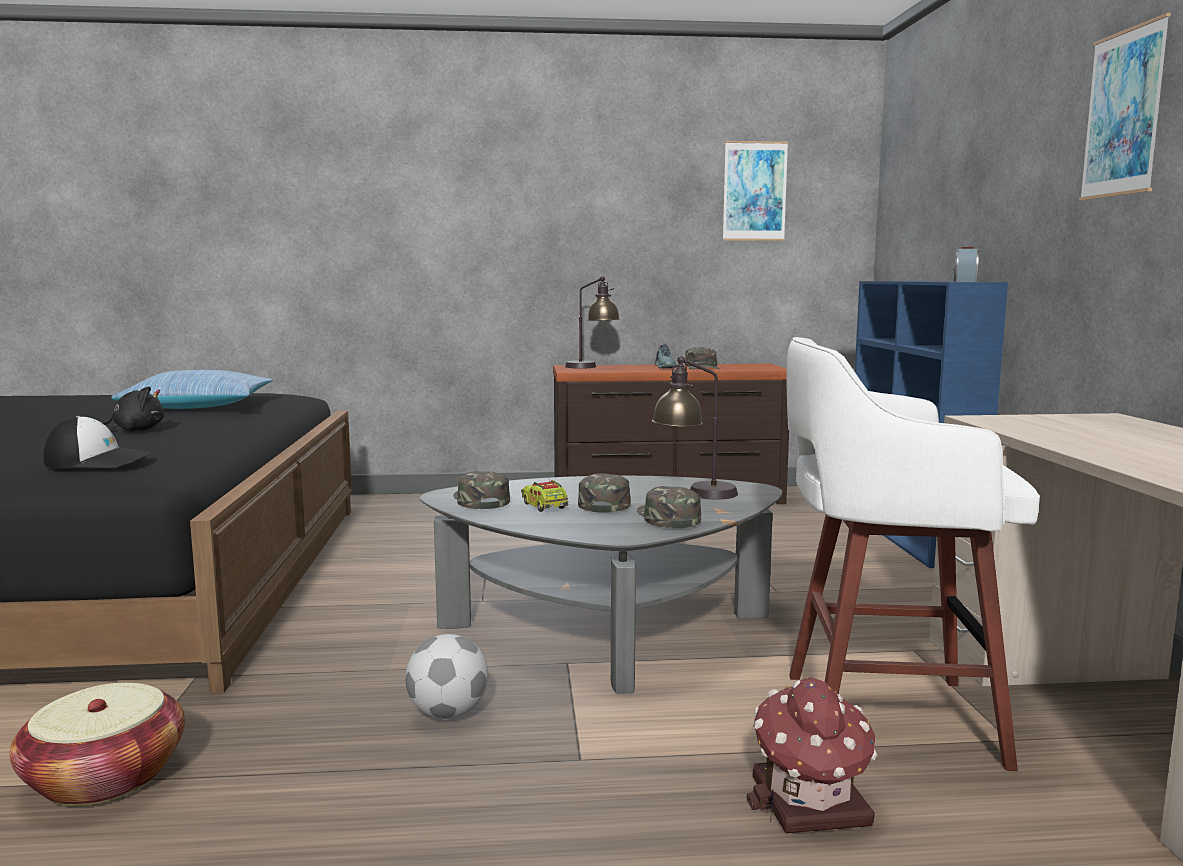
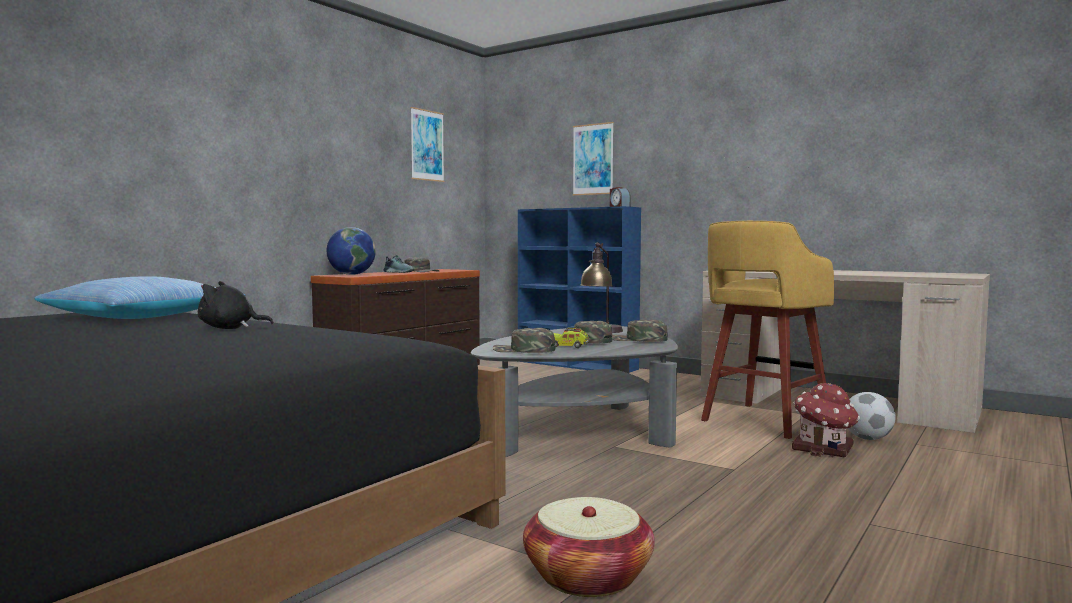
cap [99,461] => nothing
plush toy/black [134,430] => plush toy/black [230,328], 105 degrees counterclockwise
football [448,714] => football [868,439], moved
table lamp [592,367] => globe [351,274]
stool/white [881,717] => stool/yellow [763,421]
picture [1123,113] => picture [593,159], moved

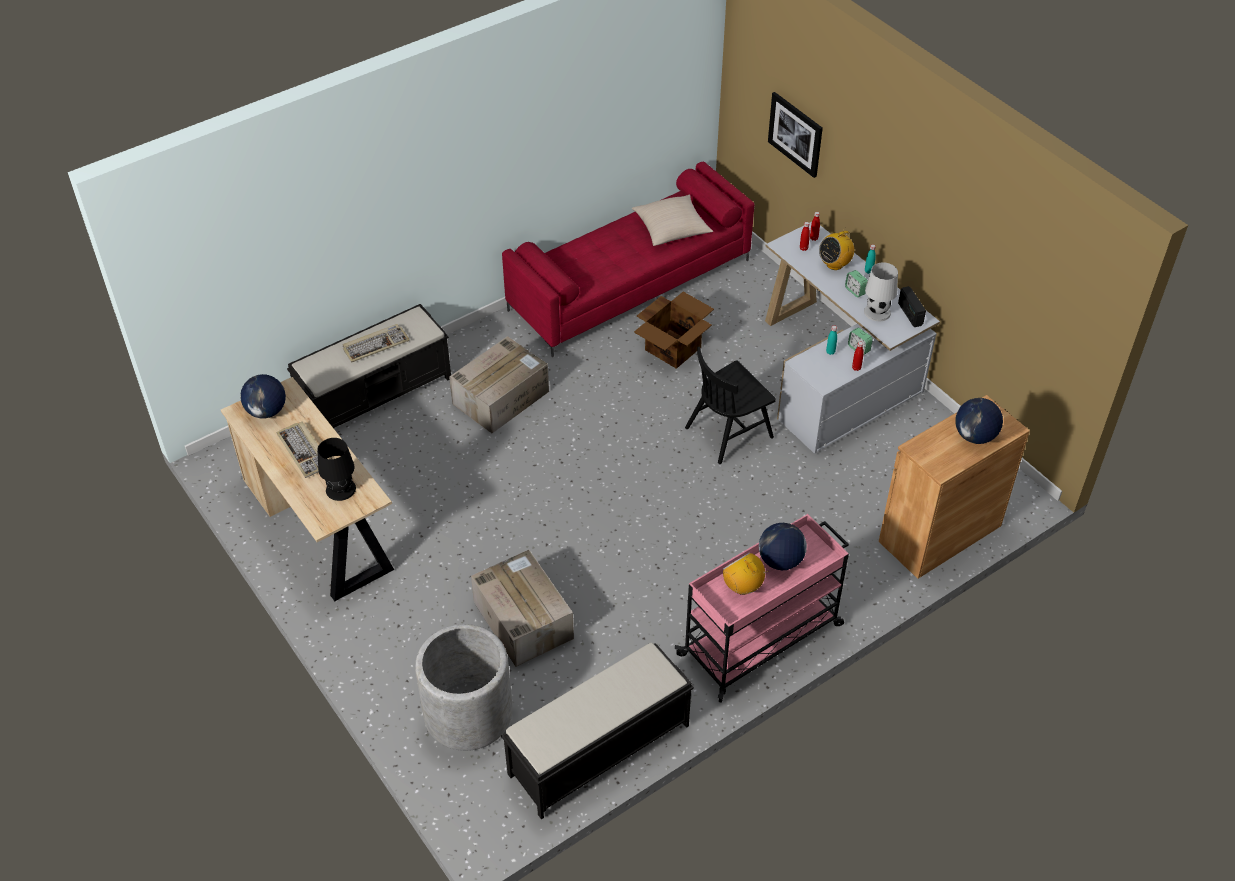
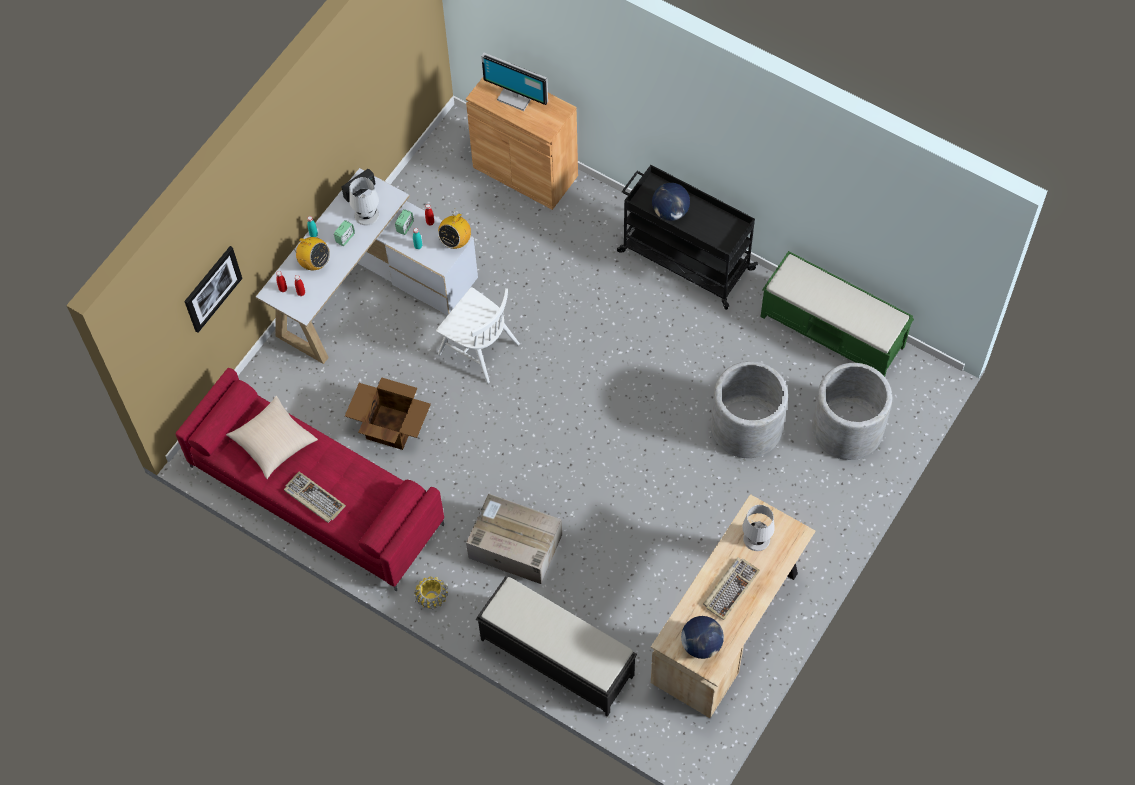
table lamp/black [340,489] => table lamp/white [756,539]
keyboard [376,344] => keyboard [313,498], moved
cardboard box [522,619] => planter/grey [746,427]
bench/black [598,750] => bench/green [833,332]
cart/pink [762,639] => cart/black [684,259]
chair/black [729,432] => chair/white [478,348]
radio [743,586] => radio [455,241], moved
globe [975,436] => monitor [516,96]
nothing => planter/yellow [432,597]

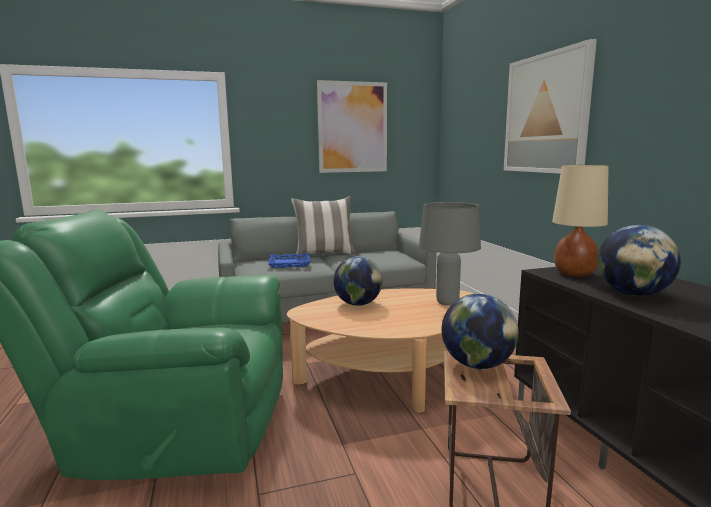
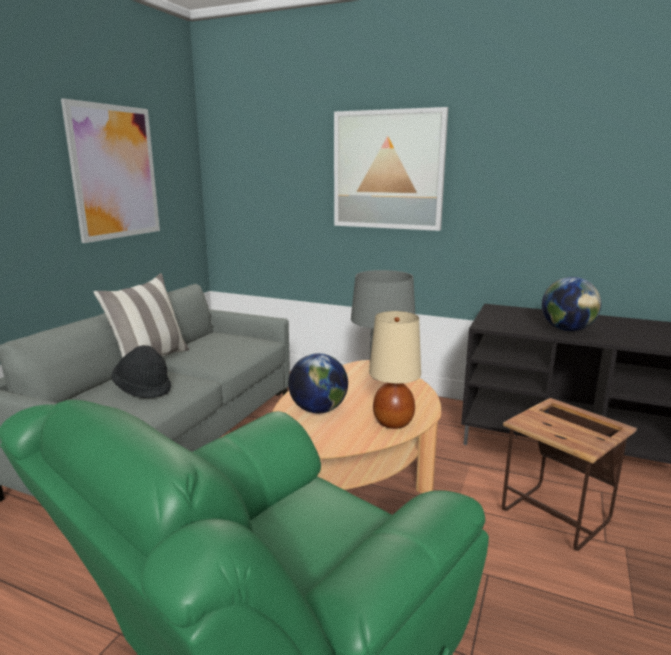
tray/blue [289,264] => hat/black [143,389]
globe [477,364] => nothing
table lamp/beige [575,274] => table lamp/beige [393,422], moved

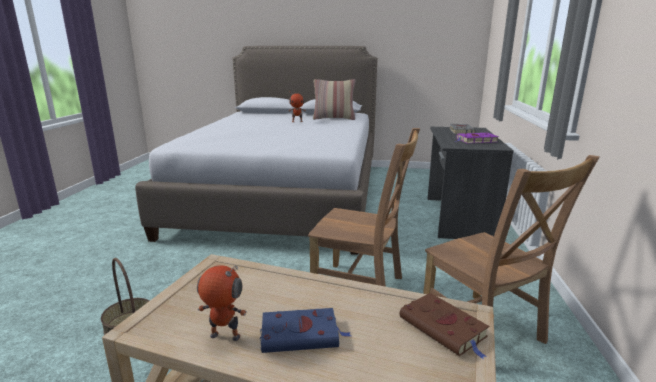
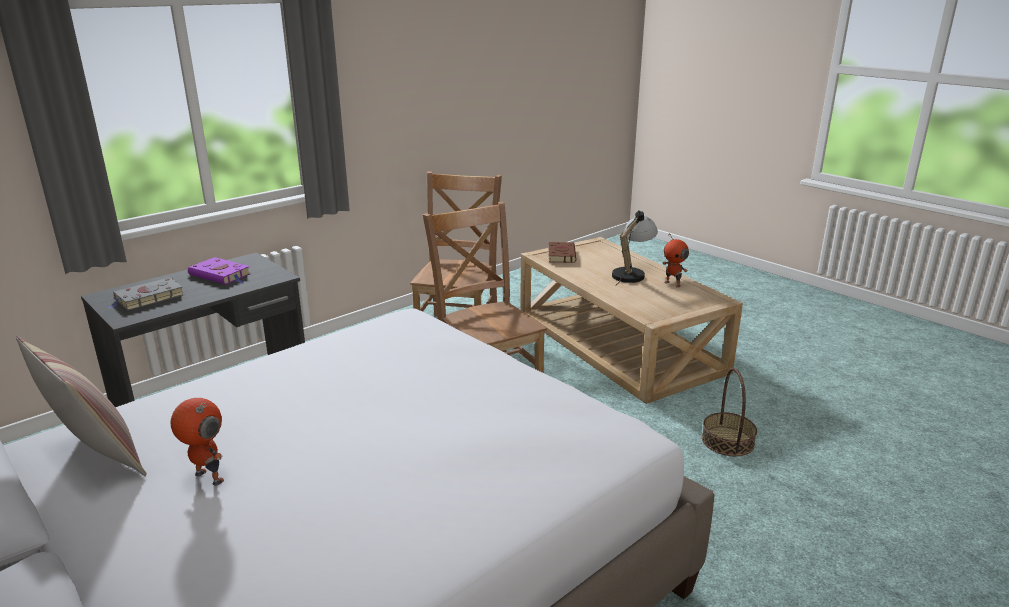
book/blue [302,334] => table lamp [631,273]

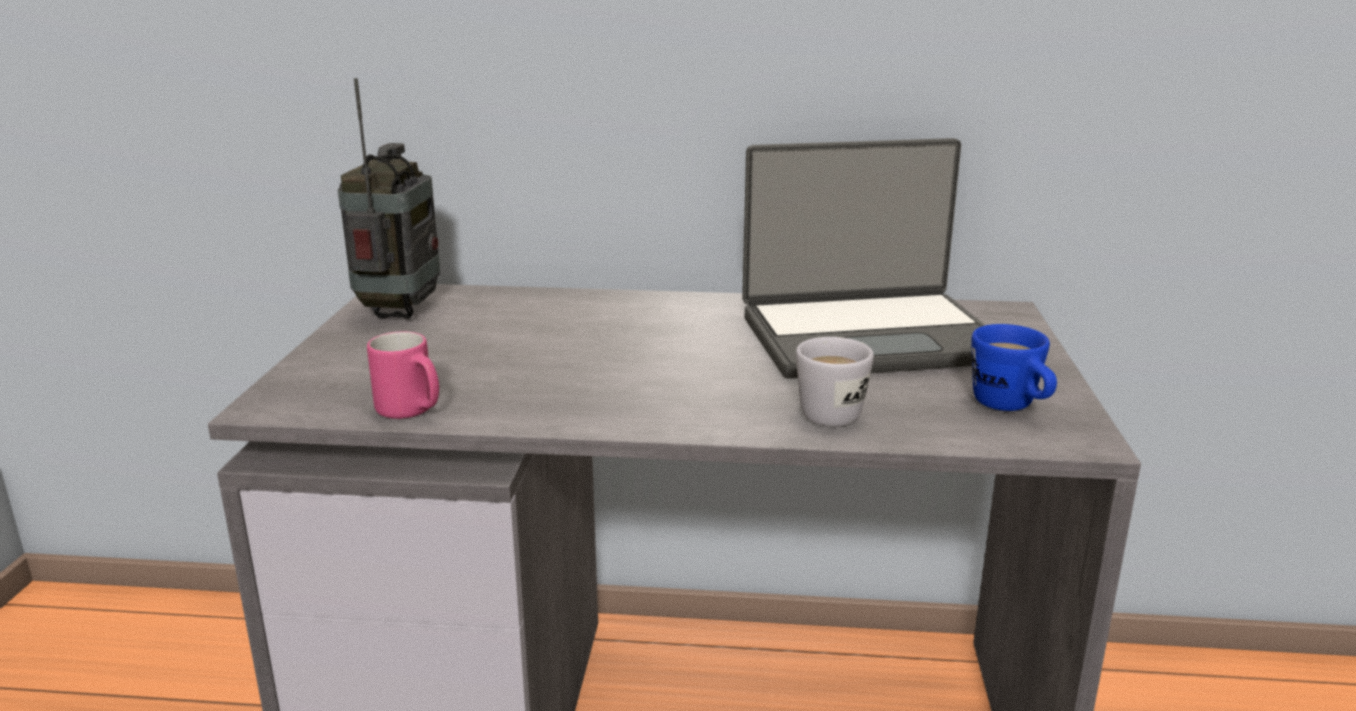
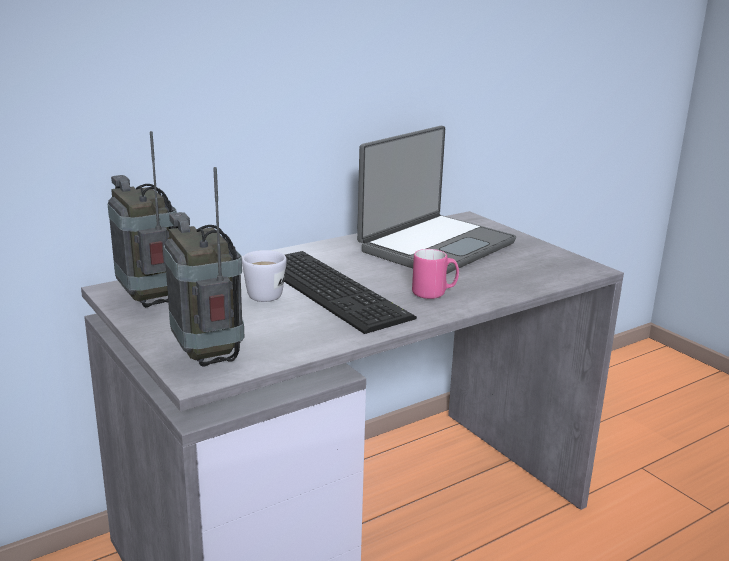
mug/pink [411,412] => mug/pink [434,293], moved
mug/white [832,411] => mug/white [262,294], moved
mug/blue [1011,408] => nothing
nothing => radio [208,356]
nothing => keyboard [333,288]

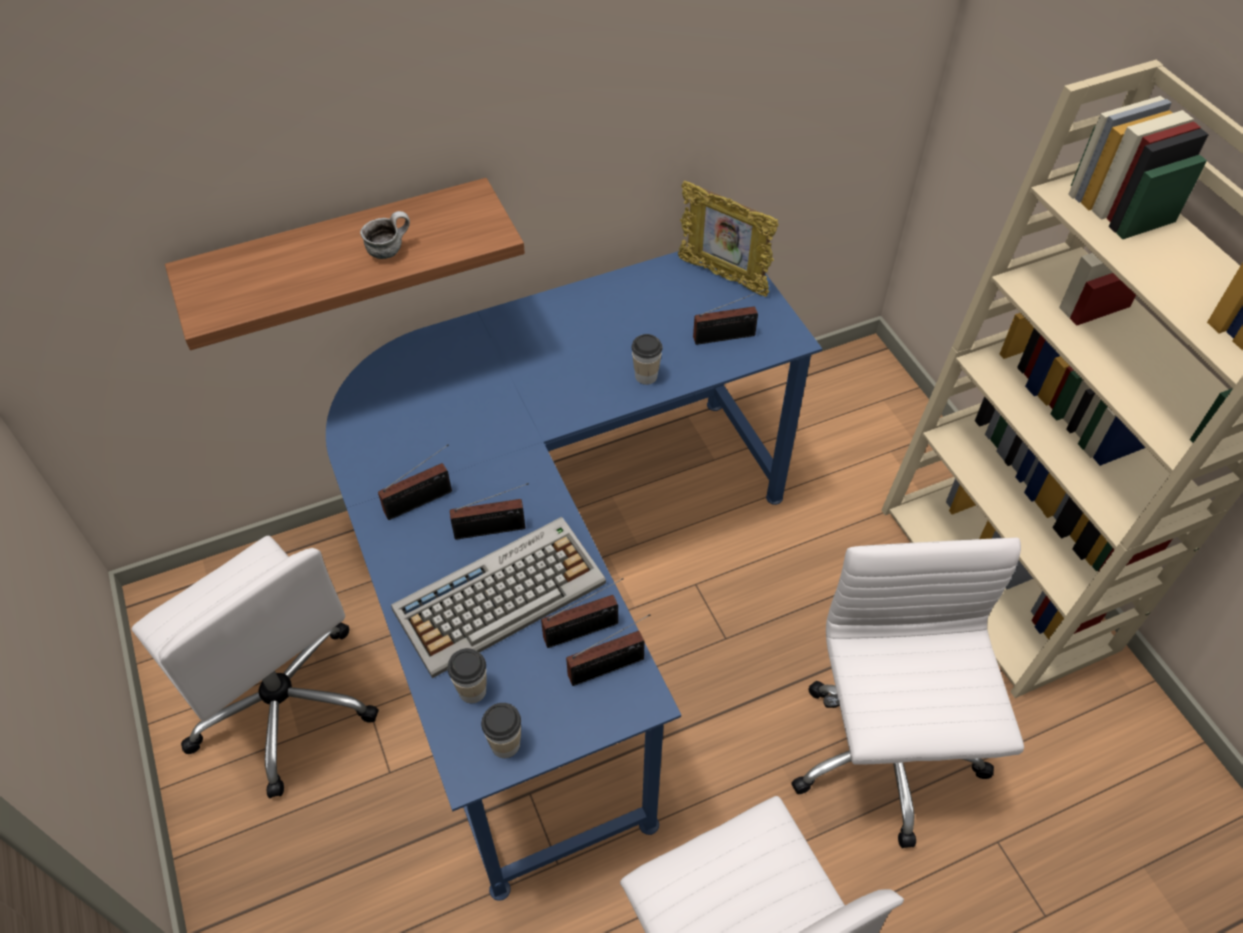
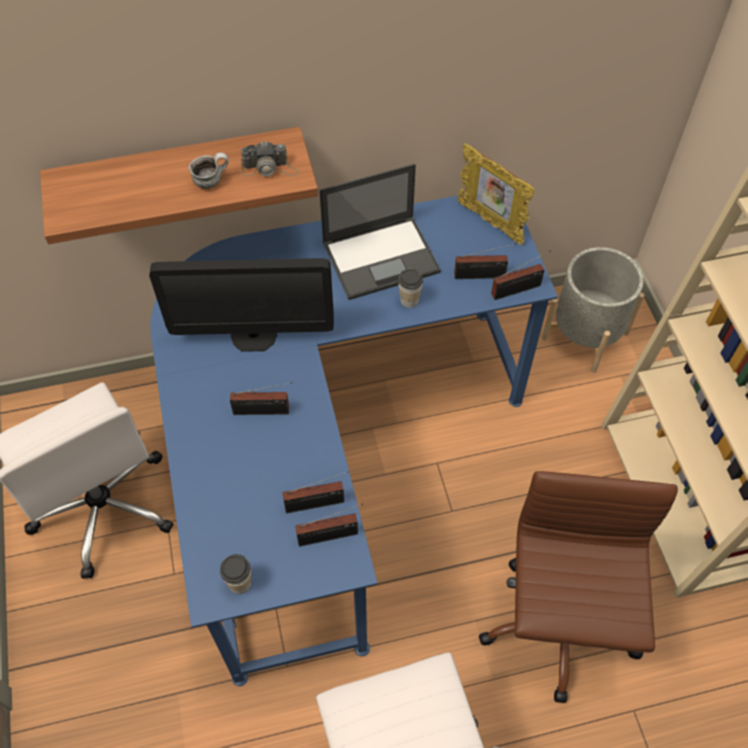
radio [422,501] => radio [519,289], moved
keyboard [501,595] => nothing
cup [472,690] => nothing
office chair/white [885,758] => office chair/brown [558,628]
nothing => monitor [254,335]
nothing => photo camera [270,168]
nothing => laptop [382,257]
nothing => planter/grey [585,335]

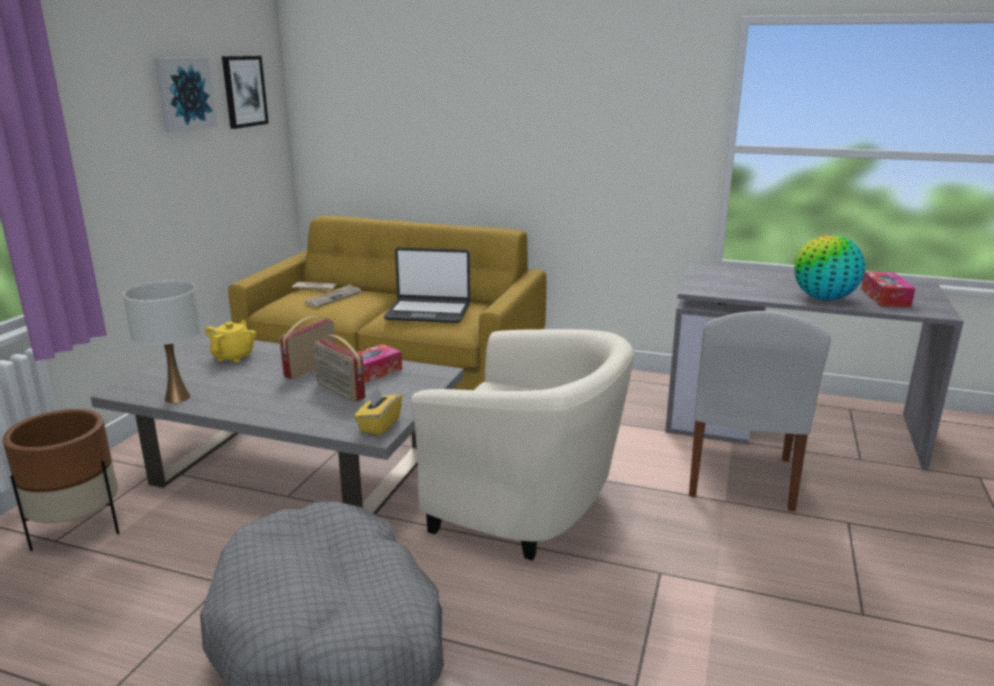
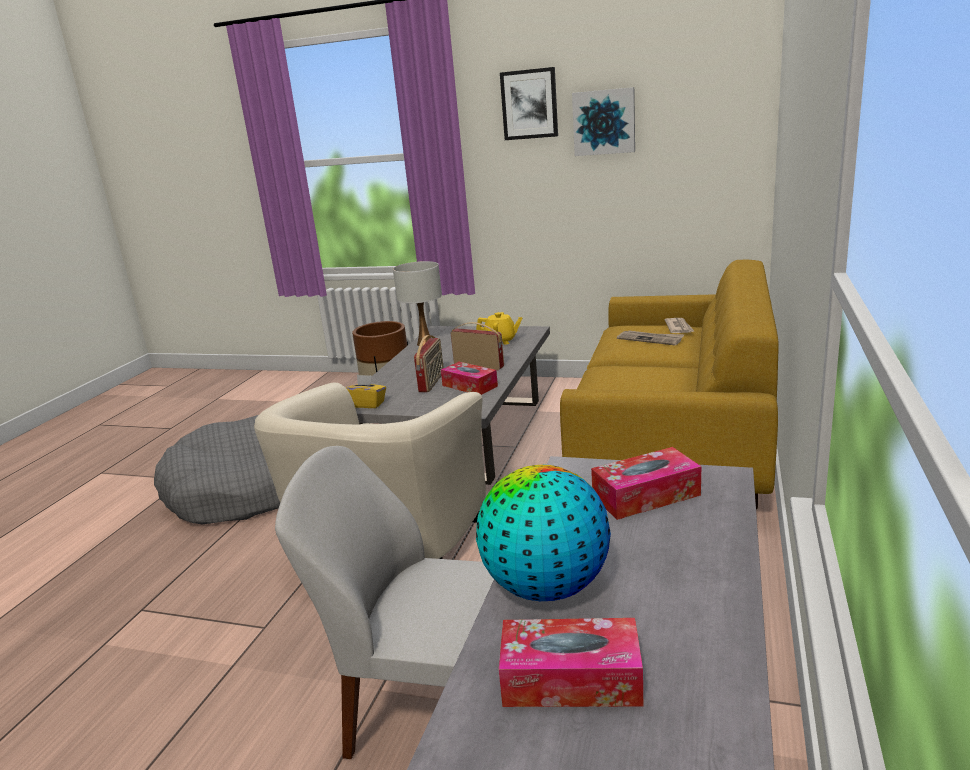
picture [244,91] => picture [529,104], moved
radio [339,391] => radio [432,382], 150 degrees clockwise
laptop [428,312] => nothing
nothing => tissue box [646,496]

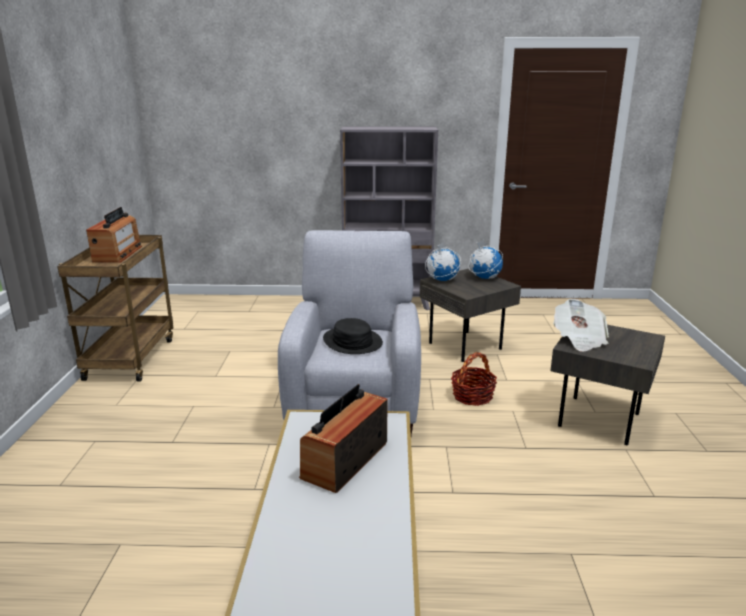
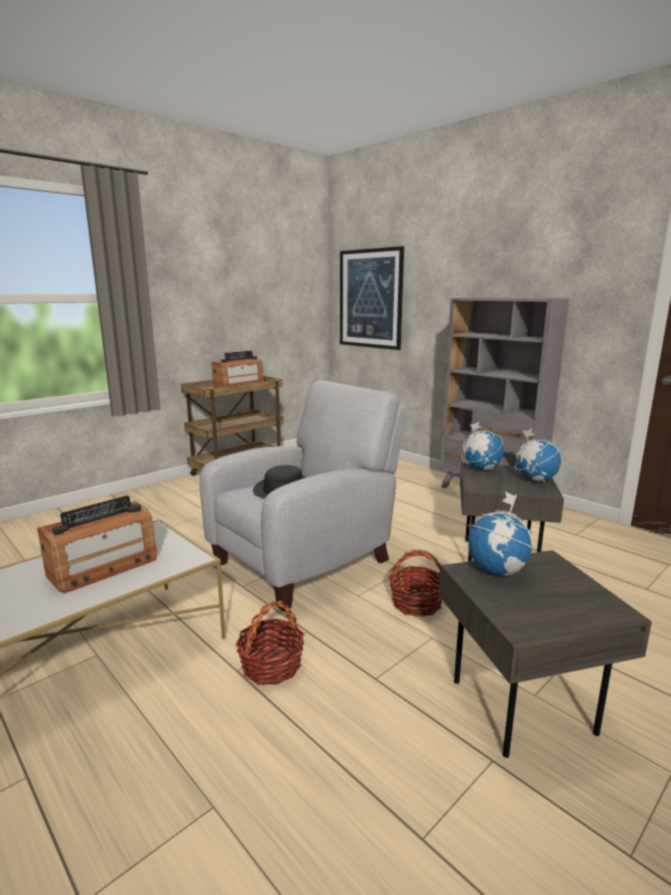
radio [345,460] => radio [103,567], 150 degrees clockwise
newspaper [579,339] => globe [497,570]
nothing => basket [271,665]
nothing => picture [370,299]

